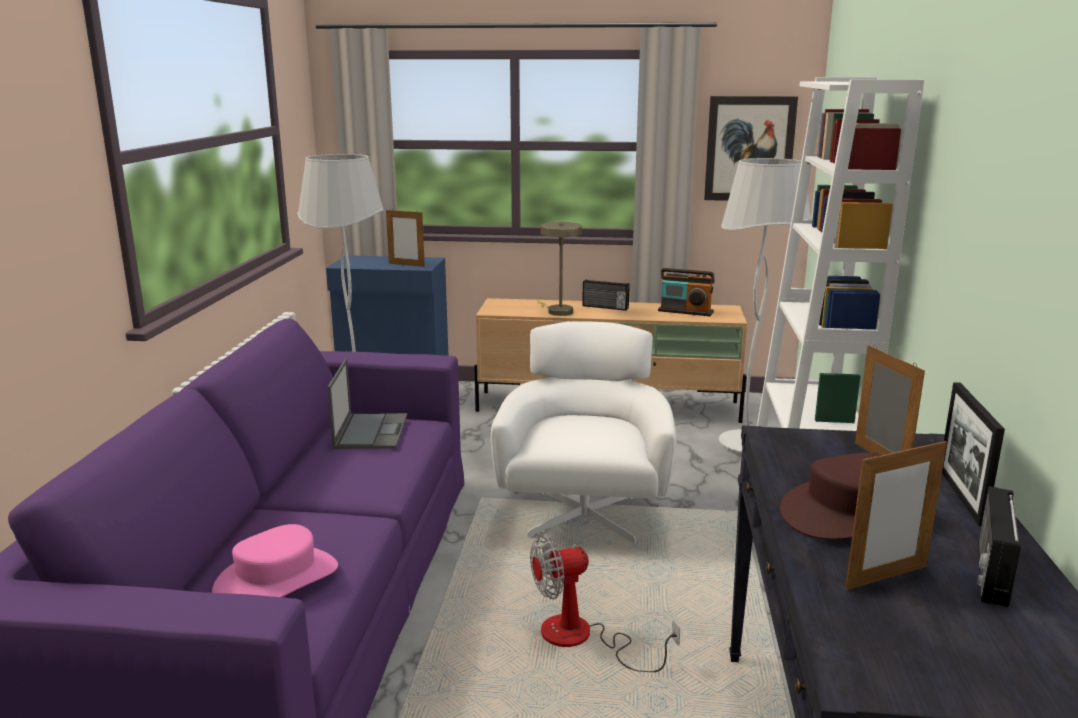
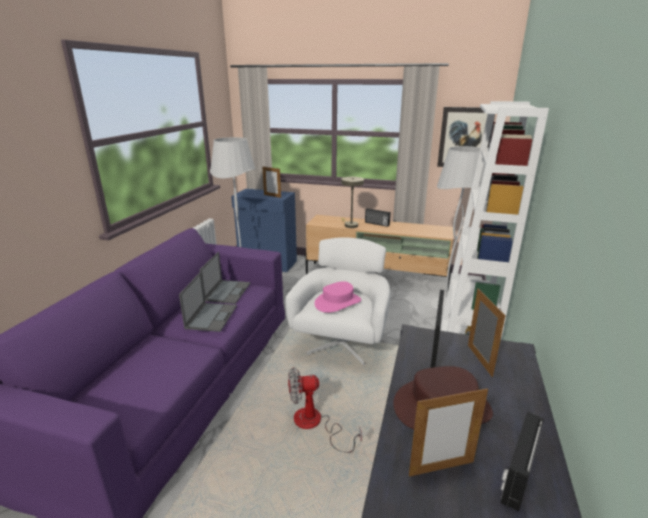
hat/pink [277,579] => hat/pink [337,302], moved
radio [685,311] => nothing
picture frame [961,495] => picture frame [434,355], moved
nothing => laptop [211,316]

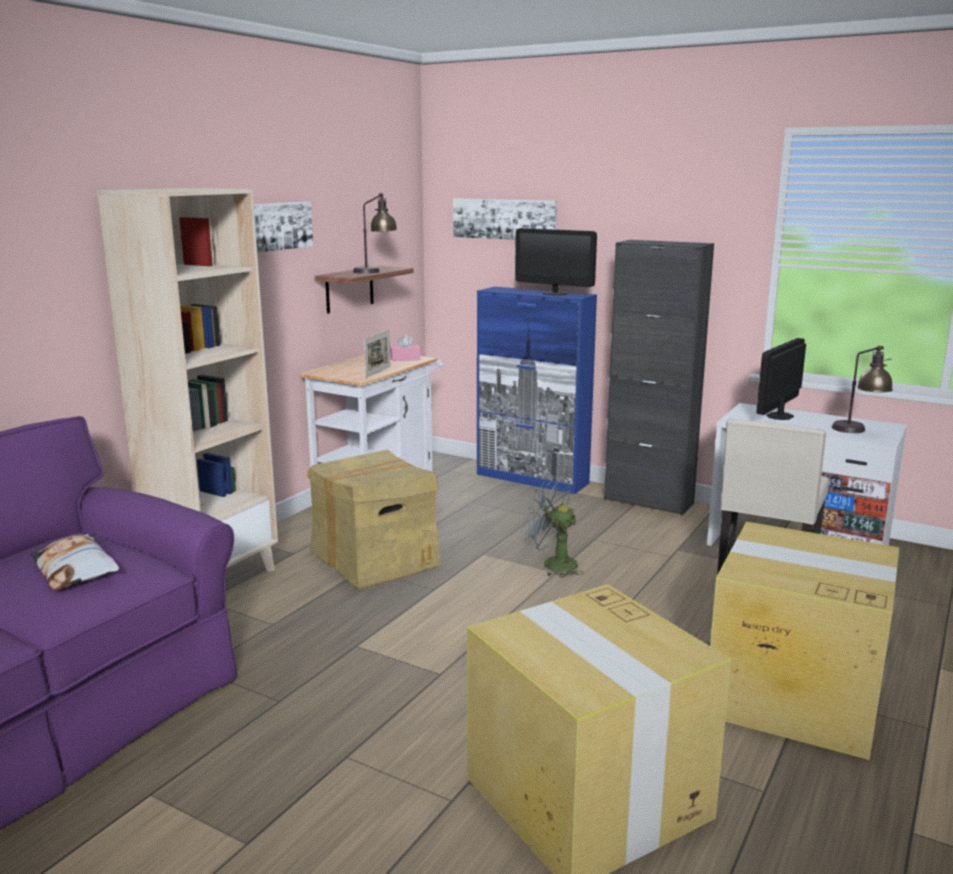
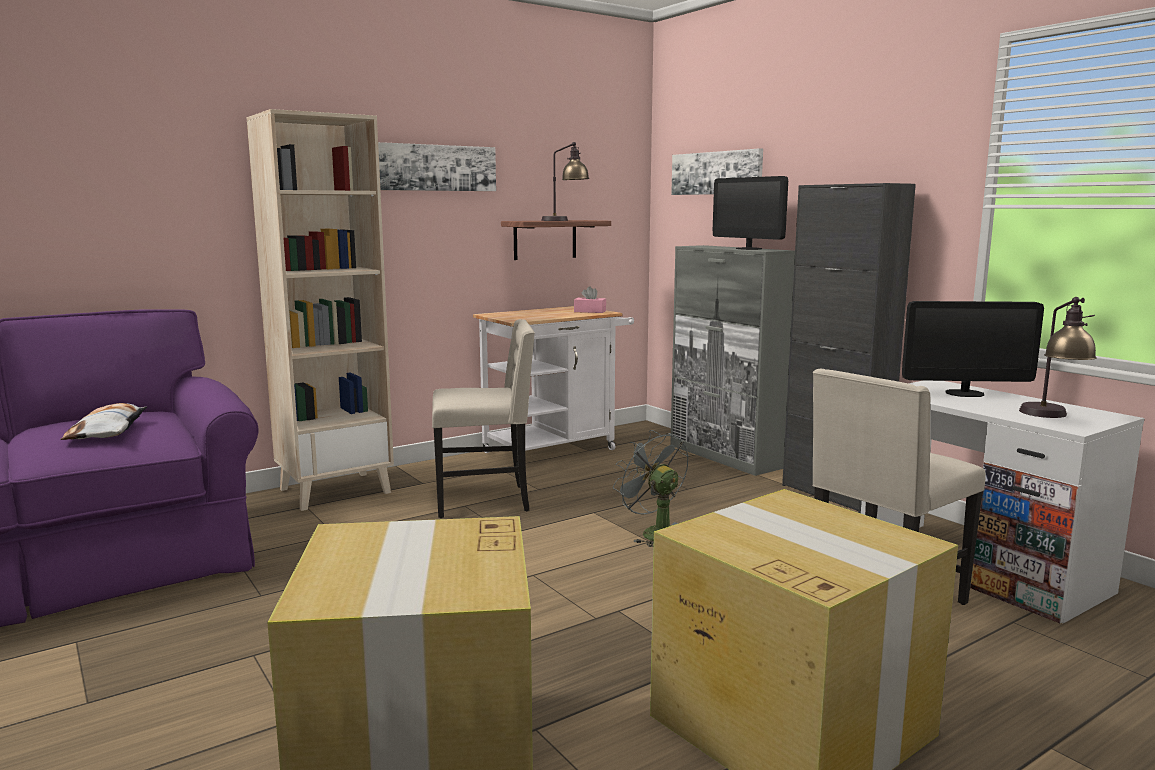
cardboard box [375,560] => chair/beige [484,500]
picture frame [378,372] => nothing
cabinet/blue [532,479] => cabinet/grey [724,456]
monitor [780,416] => monitor [964,393], 150 degrees counterclockwise

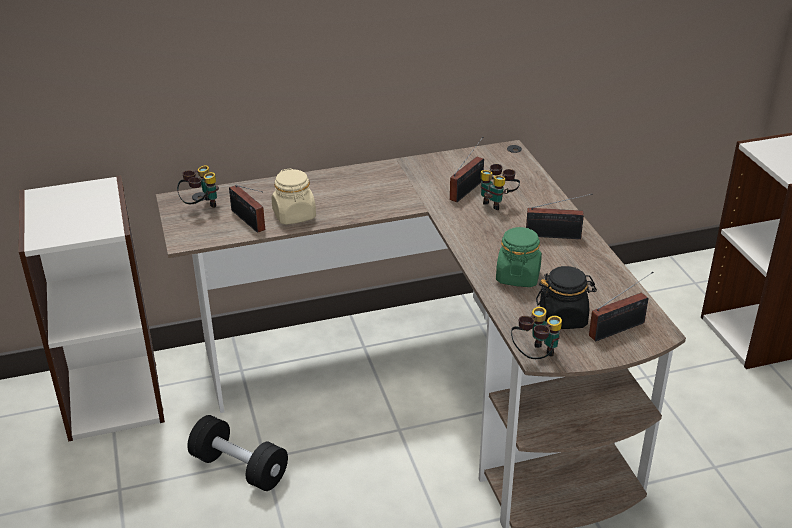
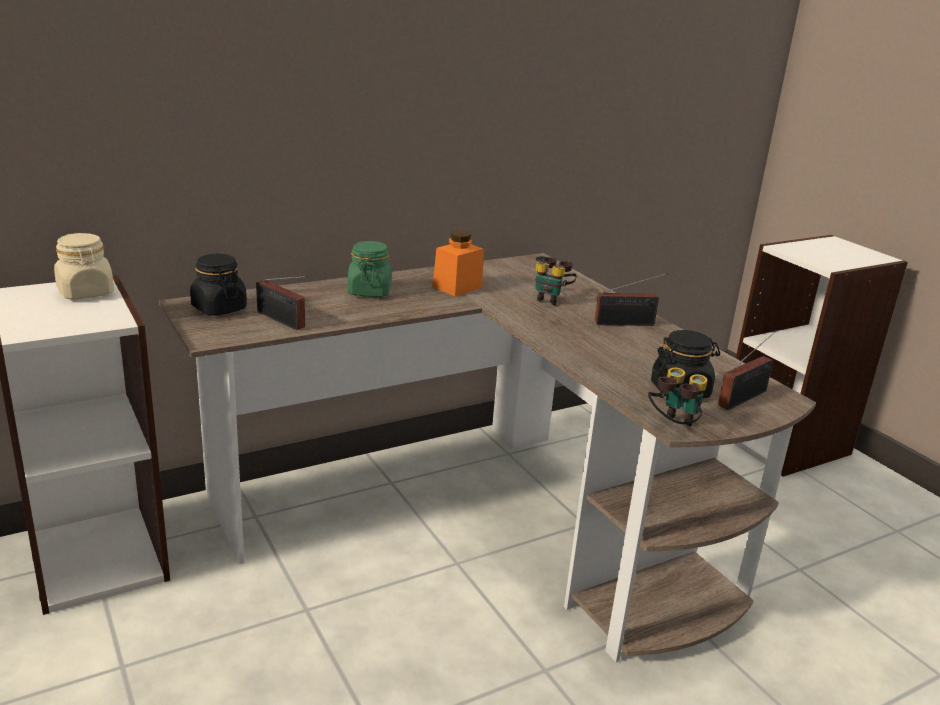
binoculars [200,206] => jar/black [219,308]
dumbbell/black [239,468] => nothing
jar/beige [294,215] => jar/beige [86,292], moved
radio [468,189] => nothing
jar/green [518,276] => jar/green [369,291], moved
nothing => jar/orange [457,287]

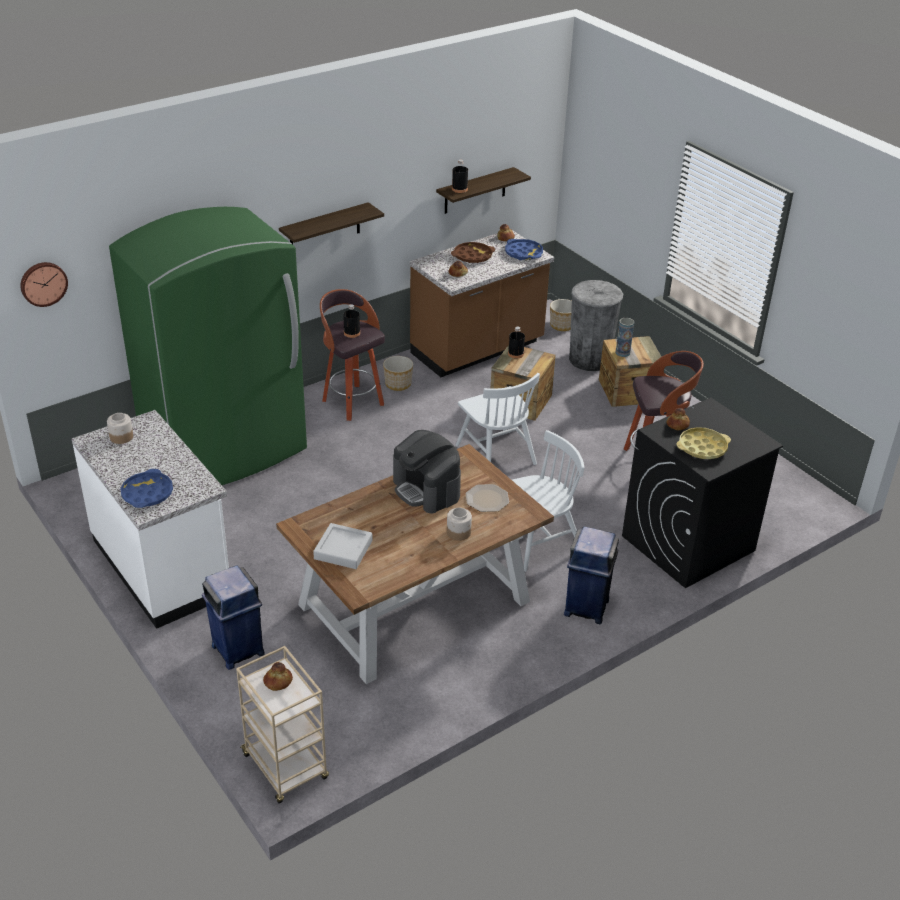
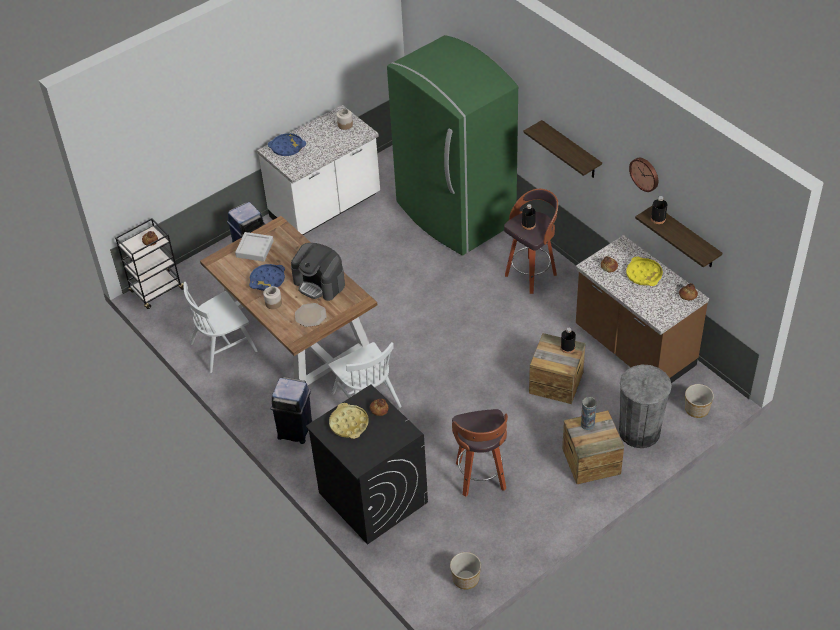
wall clock [43,283] => wall clock [645,173], moved
cart/beige [286,768] => cart/black [157,291]
planter [398,384] => planter [465,579], moved
coffee machine [427,489] => coffee machine [320,283], 105 degrees counterclockwise
tray/brown [472,256] => tray/yellow [644,274]
chair/white [495,454] => chair/white [223,347], moved
tray/blue [523,253] => tray/blue [267,280], moved

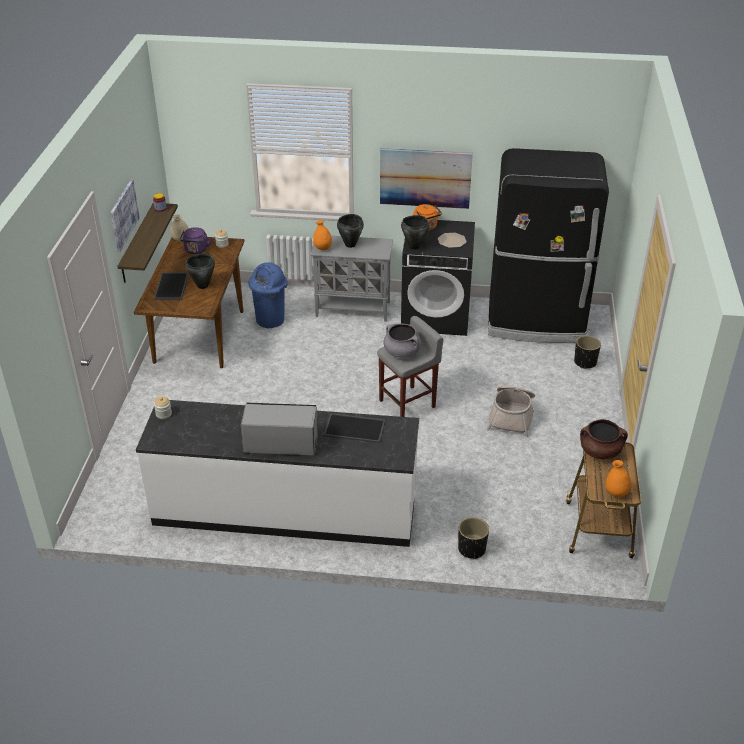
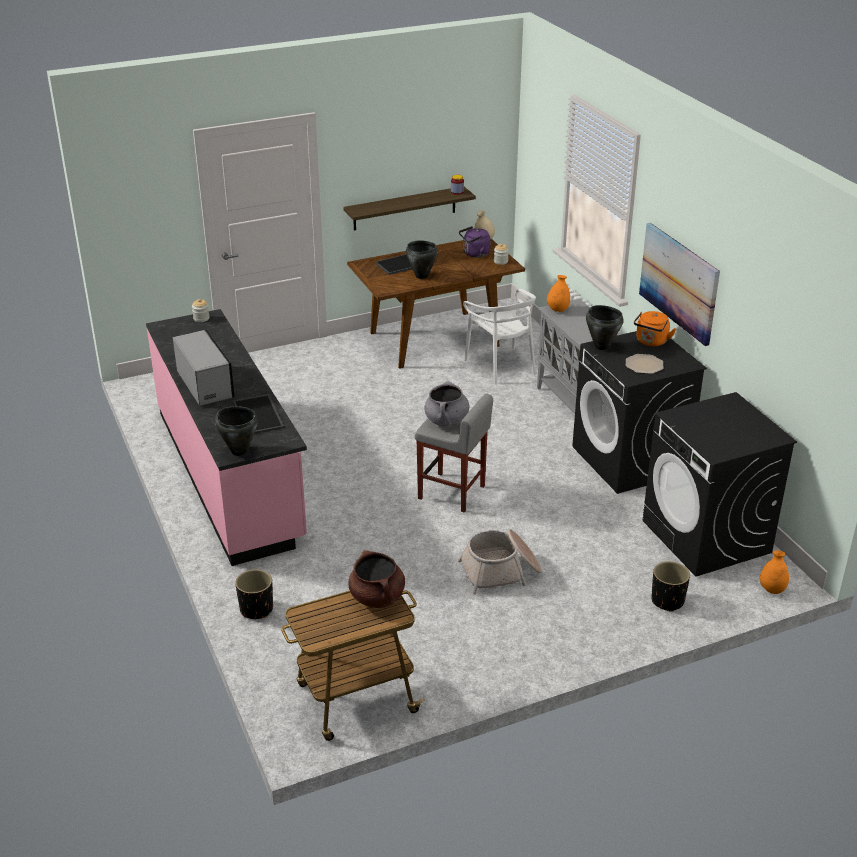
picture [123,215] => nothing
counter/white [285,509] => counter/pink [230,474]
trash can/blue [270,320] => chair/white [501,366]
cooking pot/black [350,244] => cooking pot/black [239,451], moved
fridge/black [536,322] => washing machine/black [706,537]
vase/orange [616,493] => vase/orange [772,589], moved

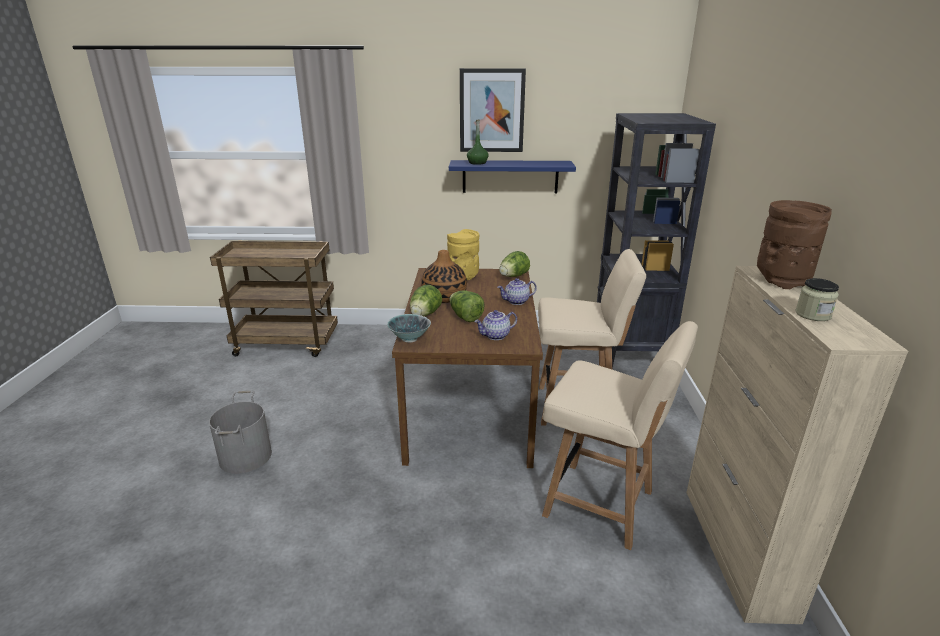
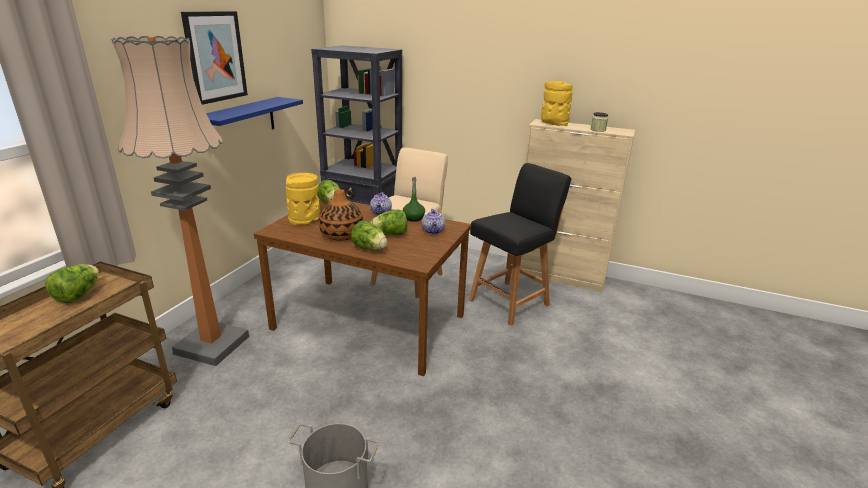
bowl [409,339] => nothing
bottle/green [477,163] => bottle/green [413,218], moved
chair/beige [601,505] => chair/black [510,302]
vase/brown [781,279] => vase/yellow [553,123]
nothing => lettuce [78,295]
nothing => floor lamp [212,345]

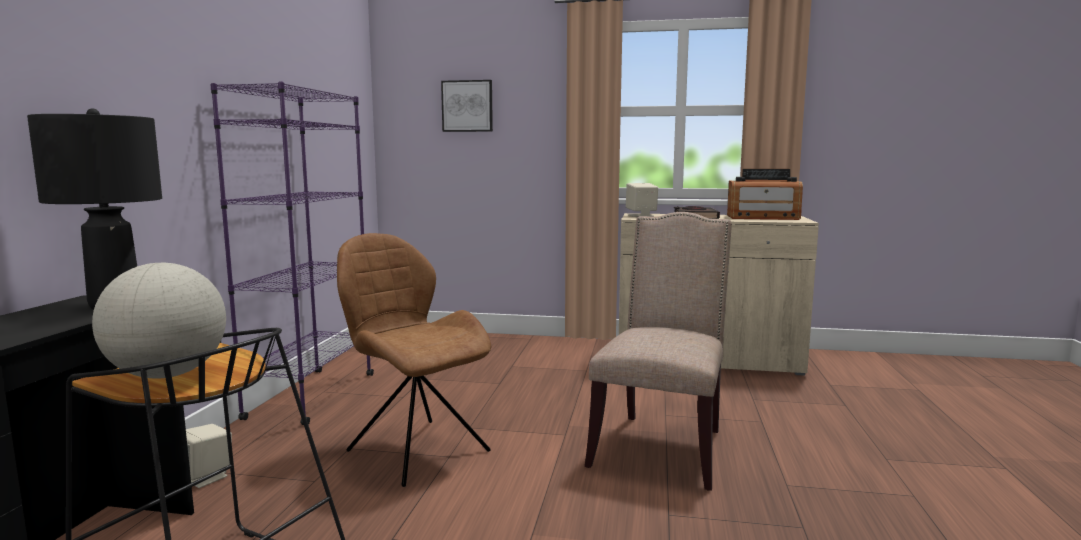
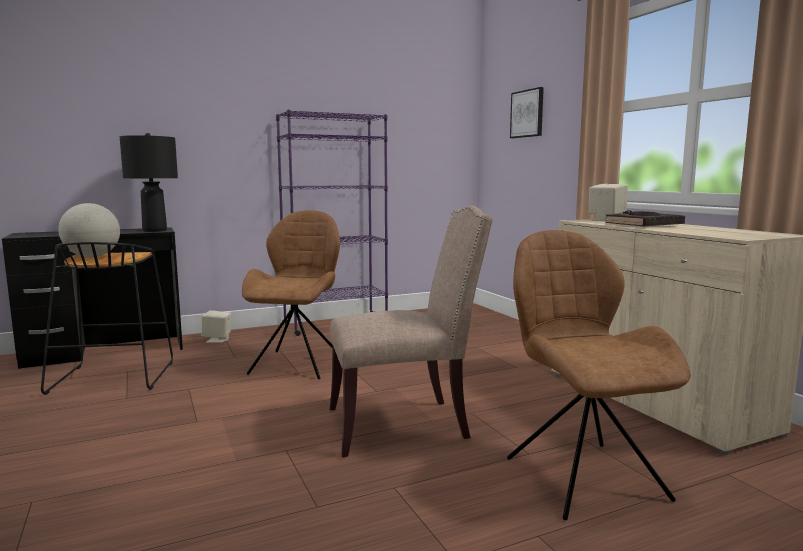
radio [762,217] => nothing
nothing => chair/brown [582,475]

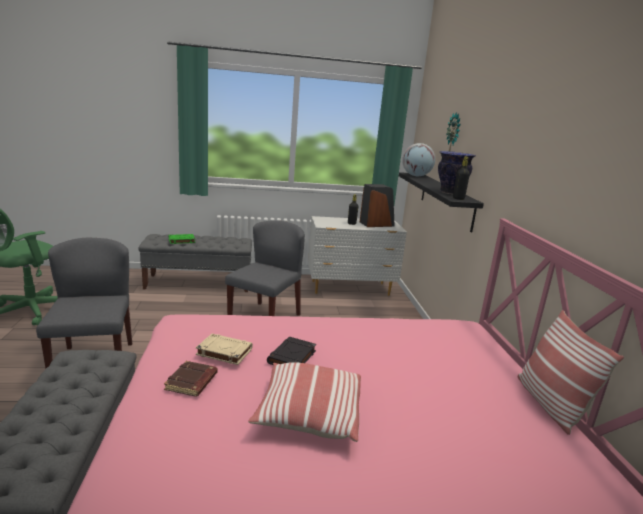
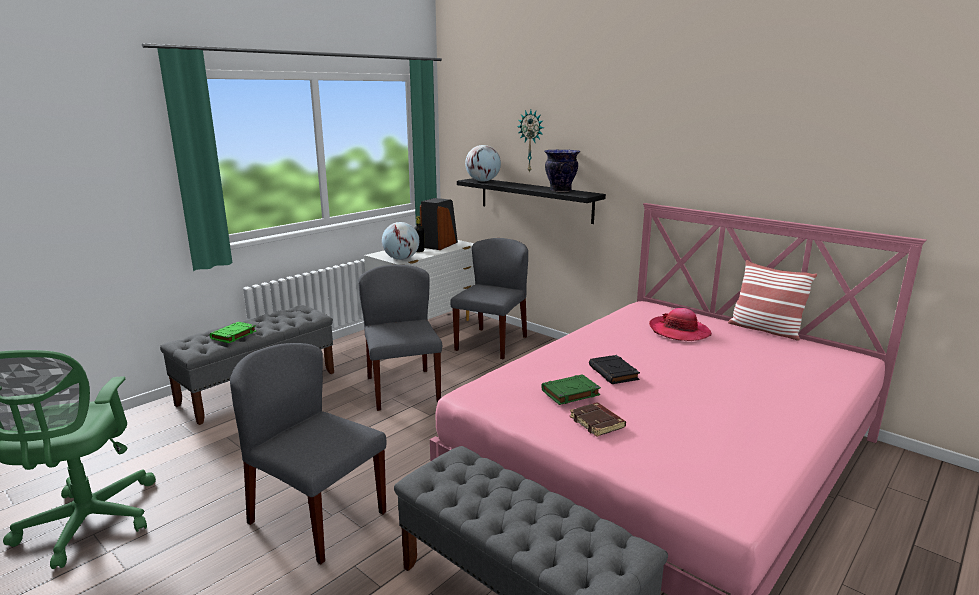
book/beige [223,352] => book/green [570,393]
pillow [308,414] => nothing
bottle/black [458,198] => nothing
nothing => globe [401,259]
nothing => chair/grey [491,343]
nothing => hat [679,331]

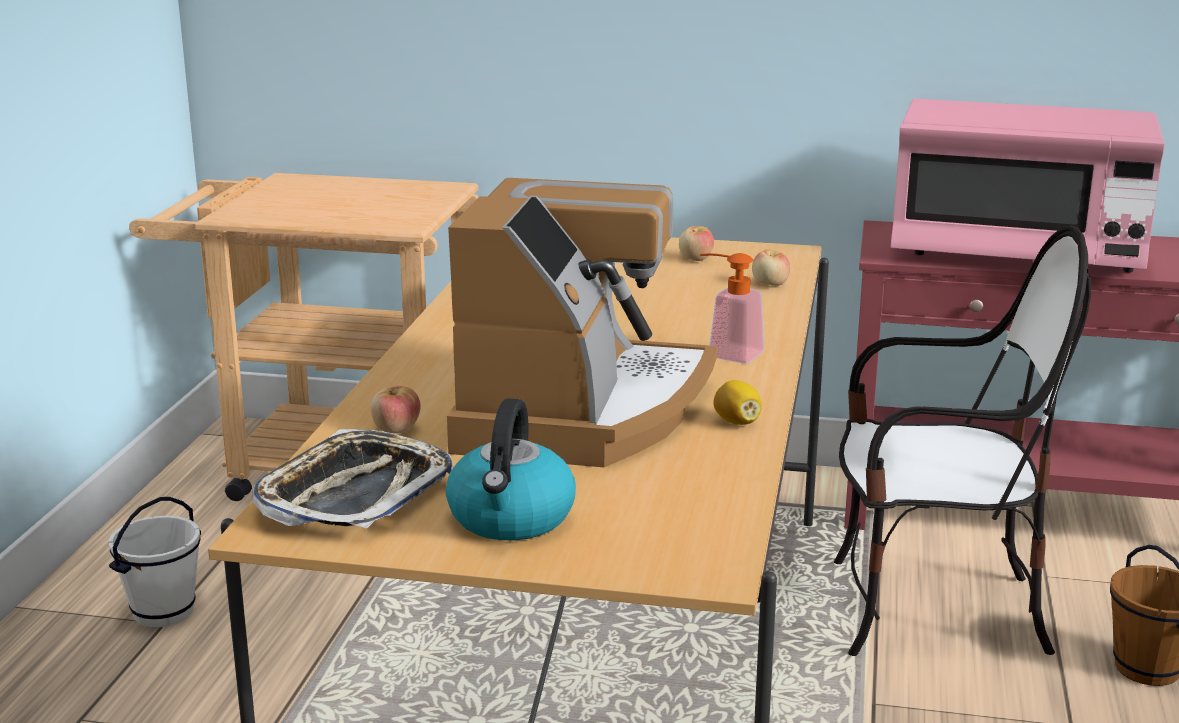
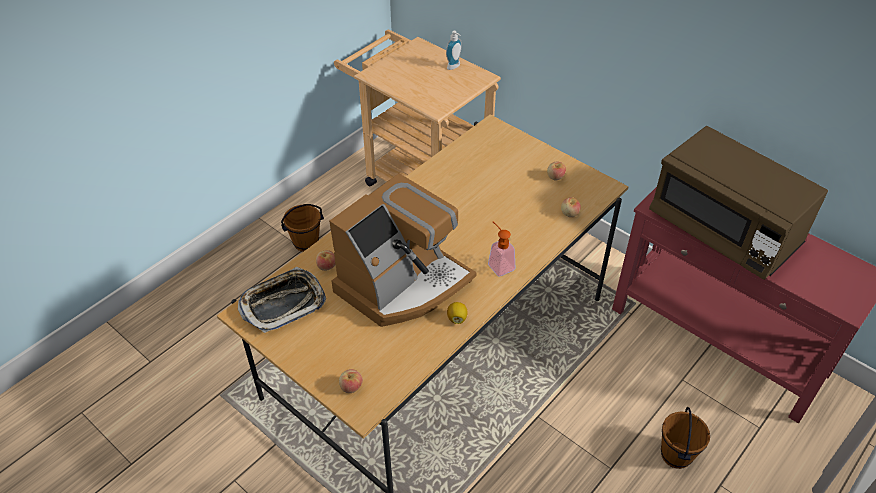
bucket/white [163,612] => bucket/brown [306,242]
kettle [511,518] => nothing
chair [933,612] => nothing
microwave/pink [1016,254] => microwave/brown [723,230]
nothing => apple [351,387]
nothing => soap dispenser [455,67]

